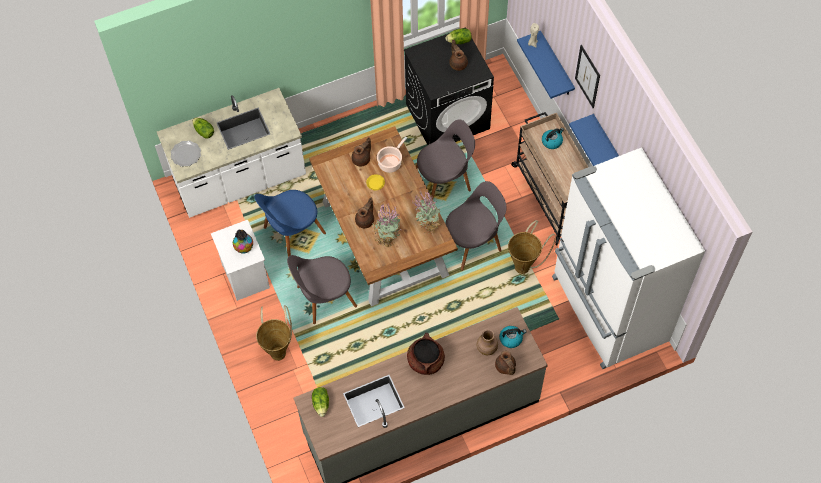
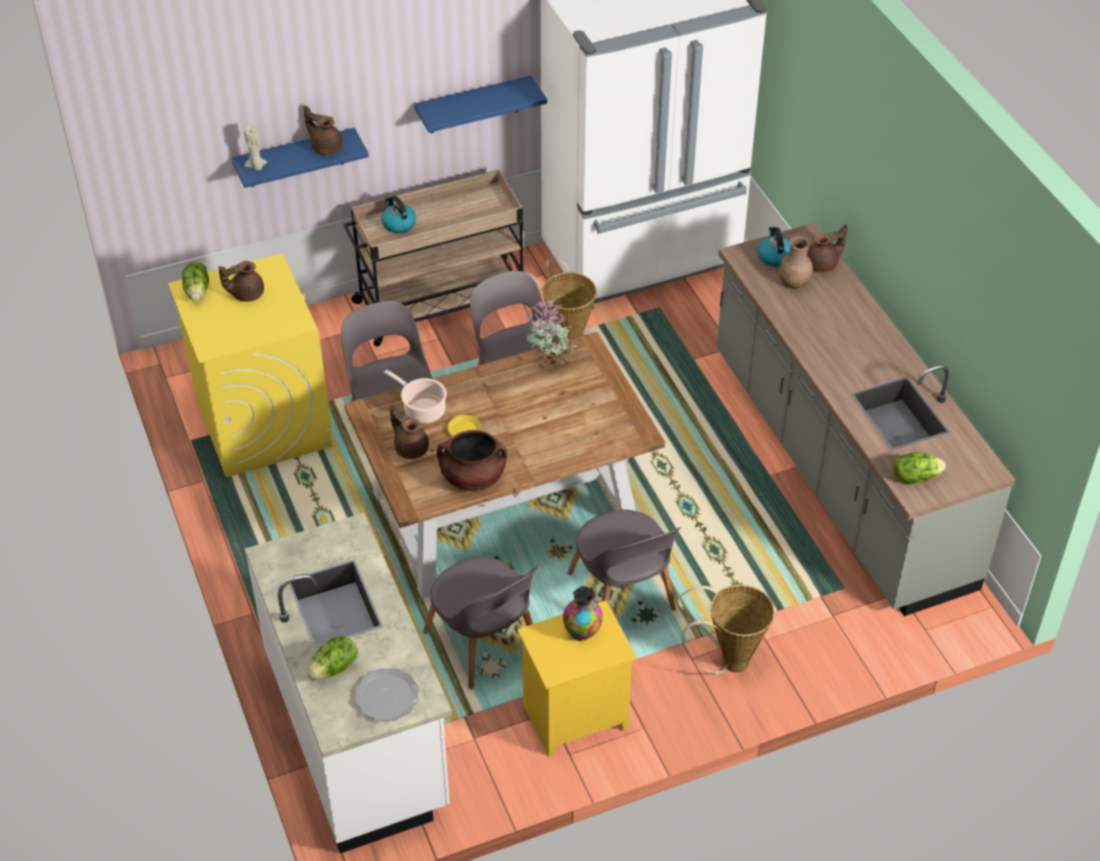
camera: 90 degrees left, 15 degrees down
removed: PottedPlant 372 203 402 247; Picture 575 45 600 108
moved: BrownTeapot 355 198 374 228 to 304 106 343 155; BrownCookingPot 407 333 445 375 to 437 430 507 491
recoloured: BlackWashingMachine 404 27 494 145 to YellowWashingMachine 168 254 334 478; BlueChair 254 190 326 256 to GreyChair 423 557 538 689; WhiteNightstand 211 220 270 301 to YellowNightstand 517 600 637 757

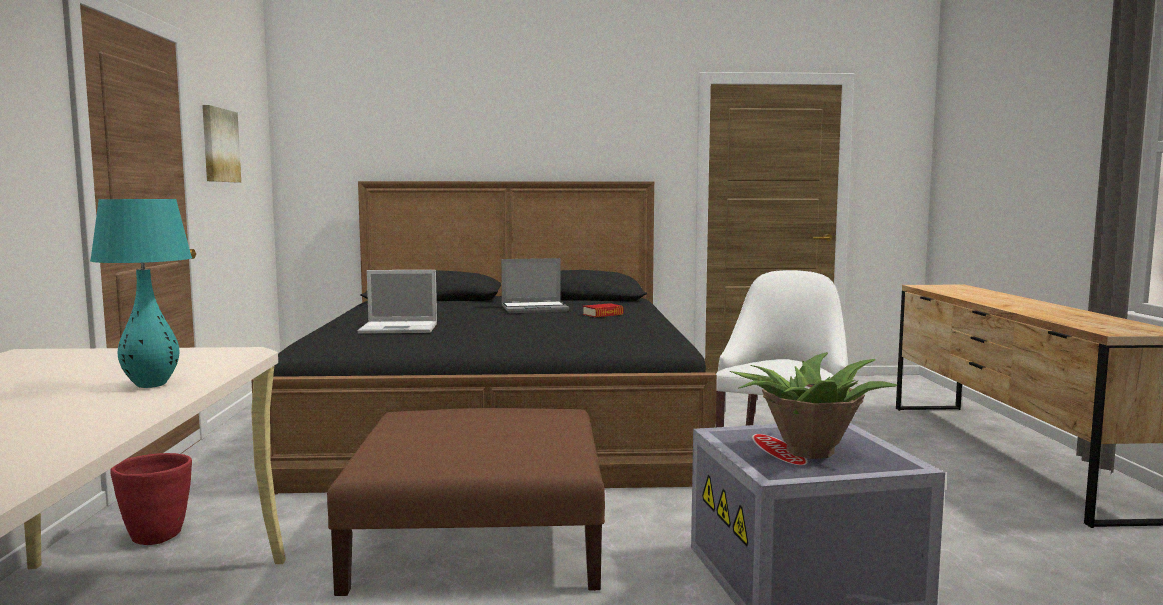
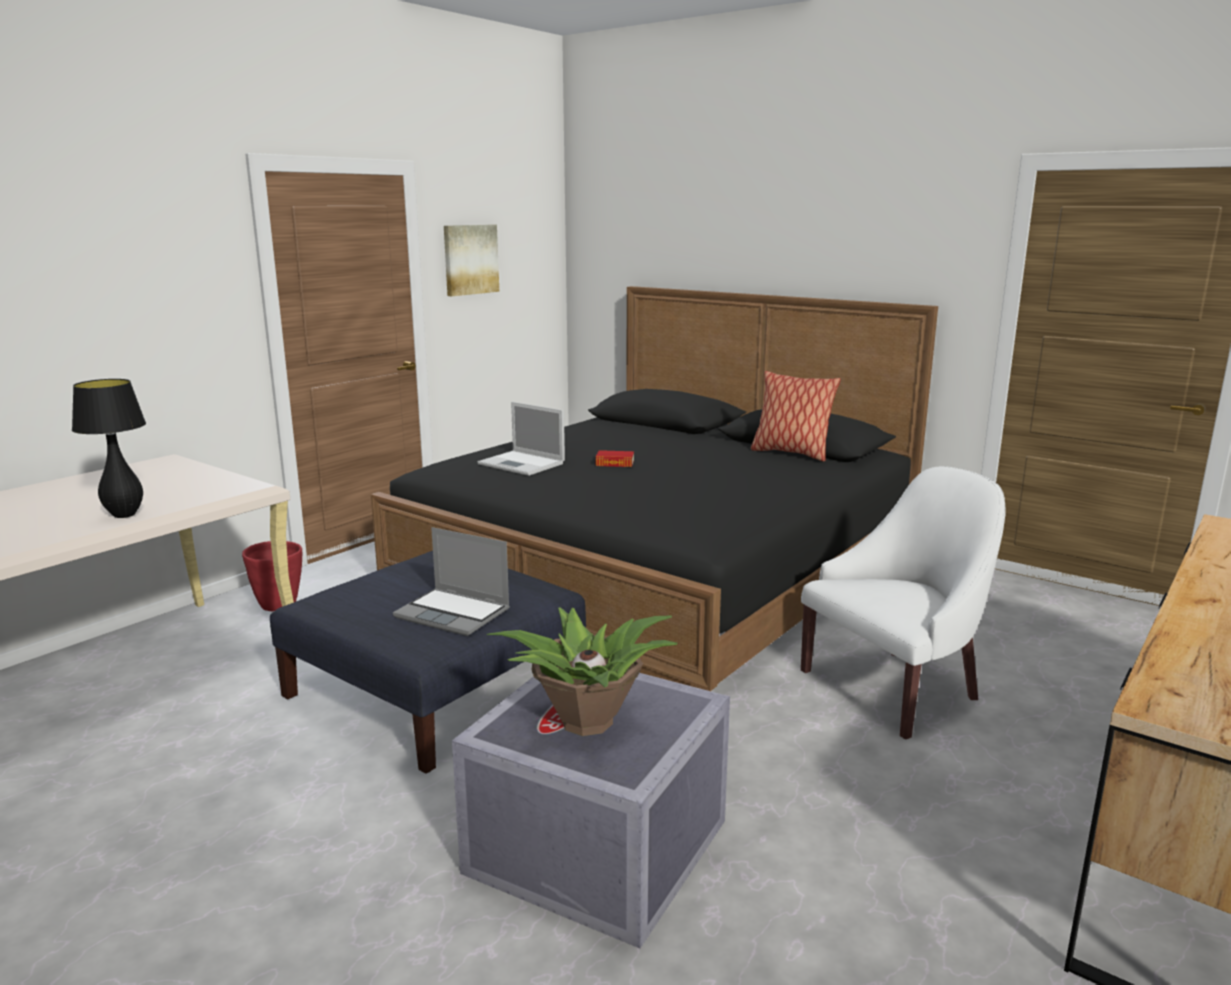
camera: 40 degrees right, 10 degrees up
added: Pillow 751 371 841 462
moved: Laptop 501 258 569 313 to 393 527 510 636; Book 583 303 623 317 to 595 450 634 467
recoloured: TurquoiseTableLamp 90 199 192 388 to BlackTableLamp 72 379 146 518; BrownOttoman 327 408 605 596 to BlueOttoman 270 551 586 774

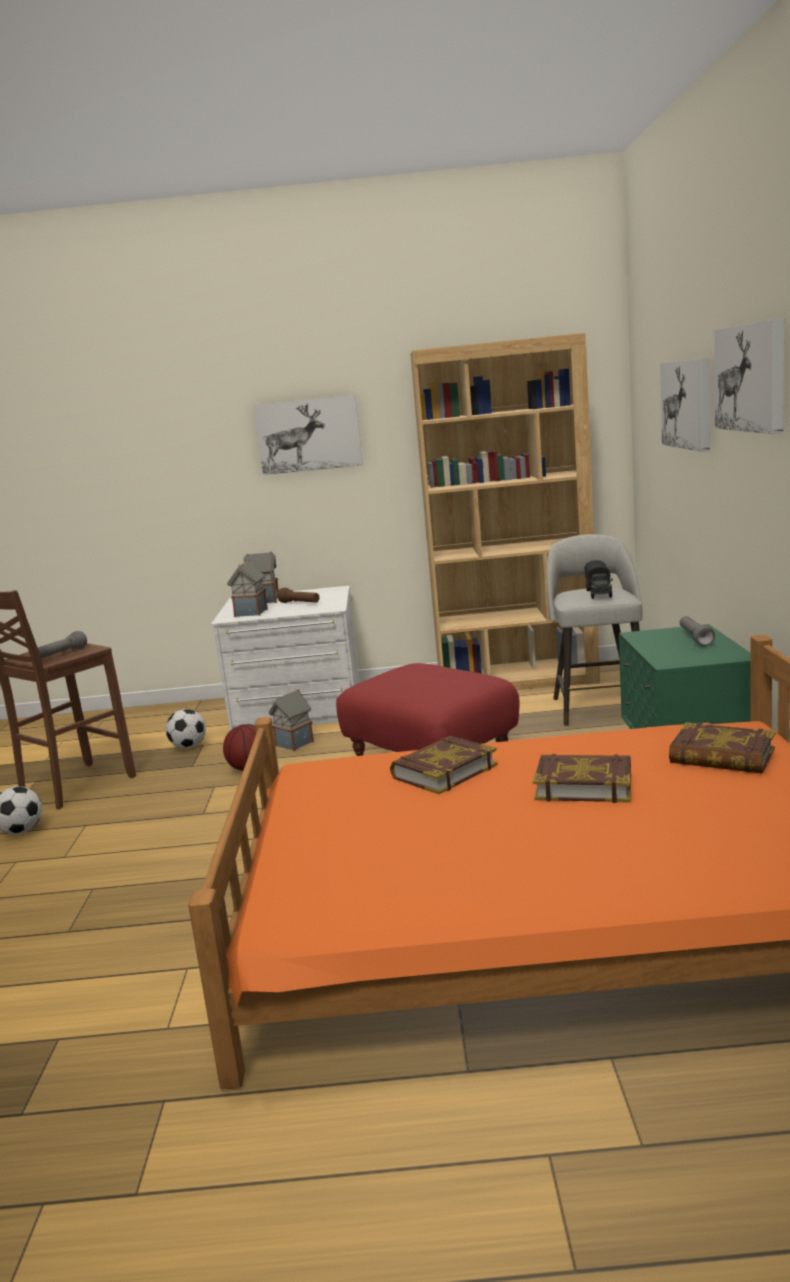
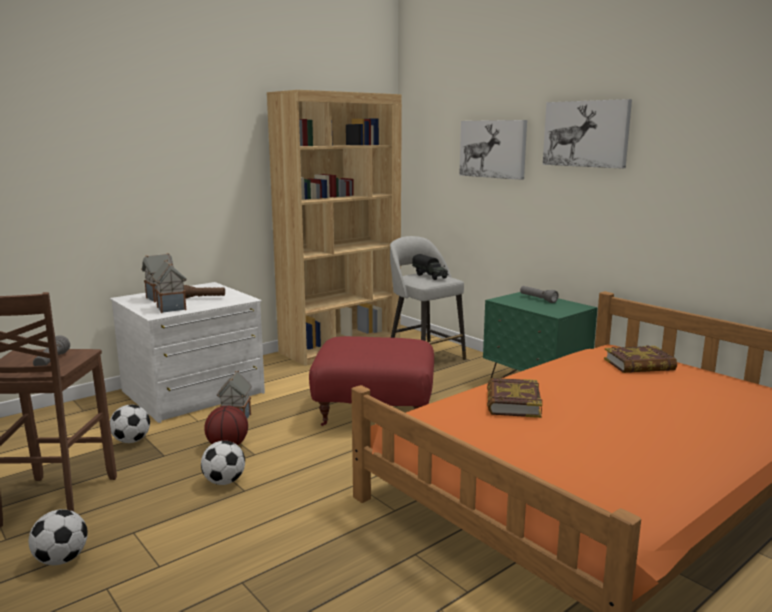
camera: 40 degrees left, 0 degrees up
removed: Picture 254 395 363 475; Book 533 754 631 803
added: Football 201 441 245 485

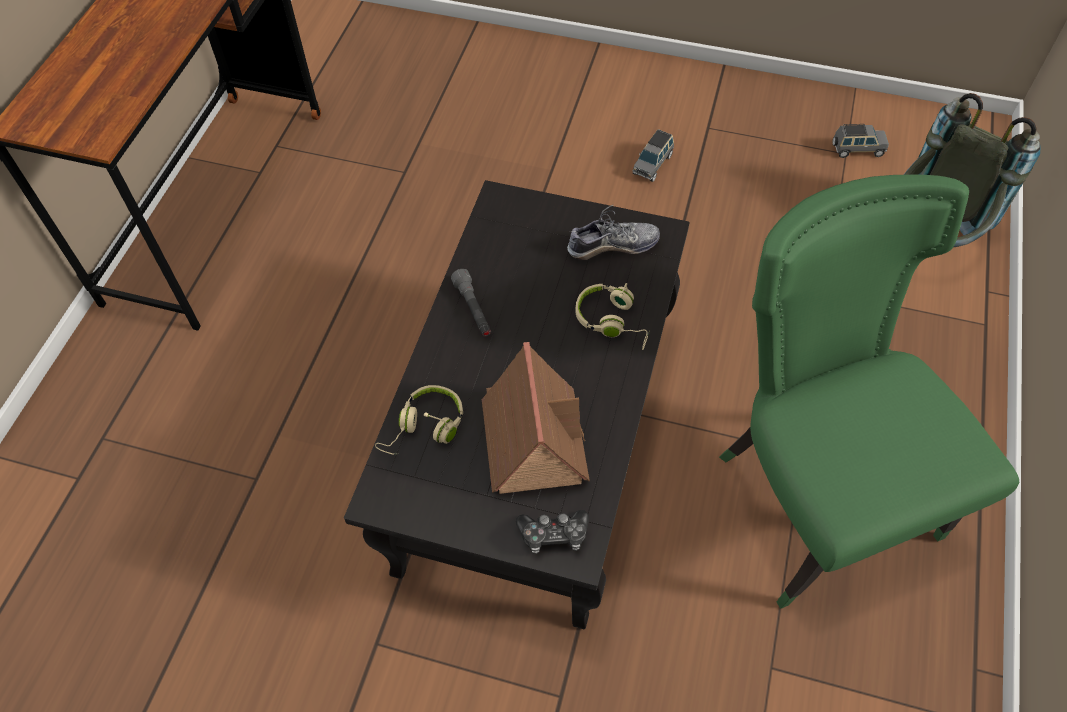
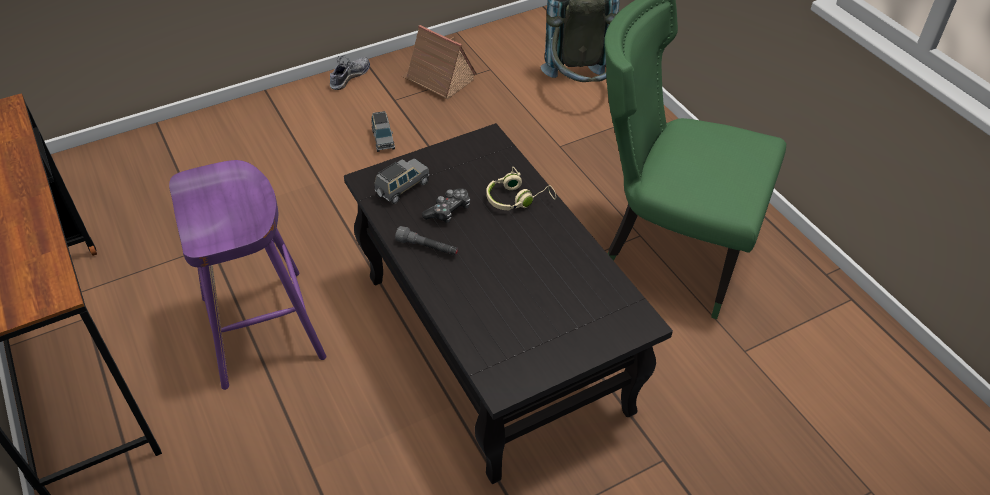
camera: 45 degrees left, 10 degrees down
removed: BeigeHeadphones 375 385 463 455
added: PurpleStool 169 160 326 390
moved: Shoe 567 205 660 260 to 330 56 370 90; GreyToyCar 833 124 889 158 to 375 159 430 204; ToyHouse 482 342 590 494 to 402 25 477 99; GameController 516 510 589 554 to 422 188 470 223

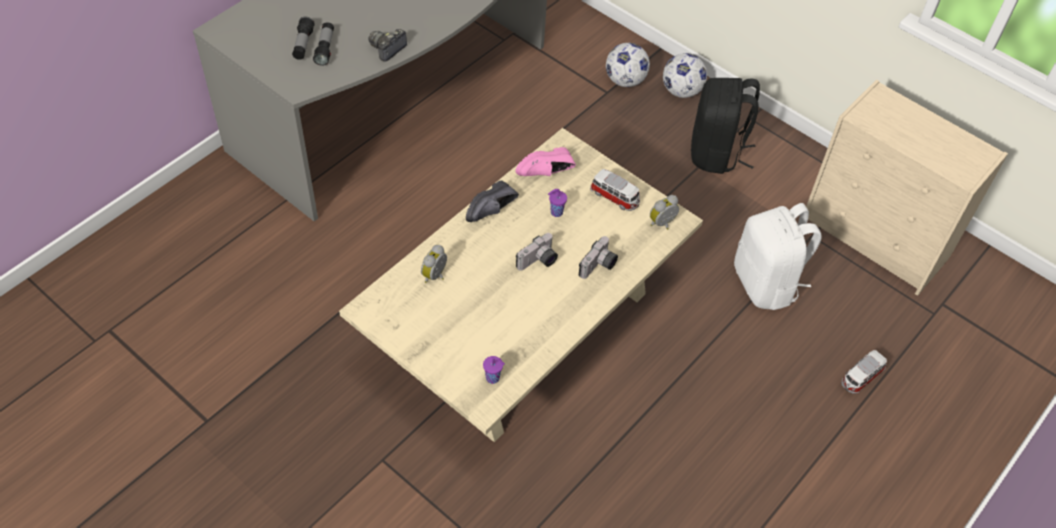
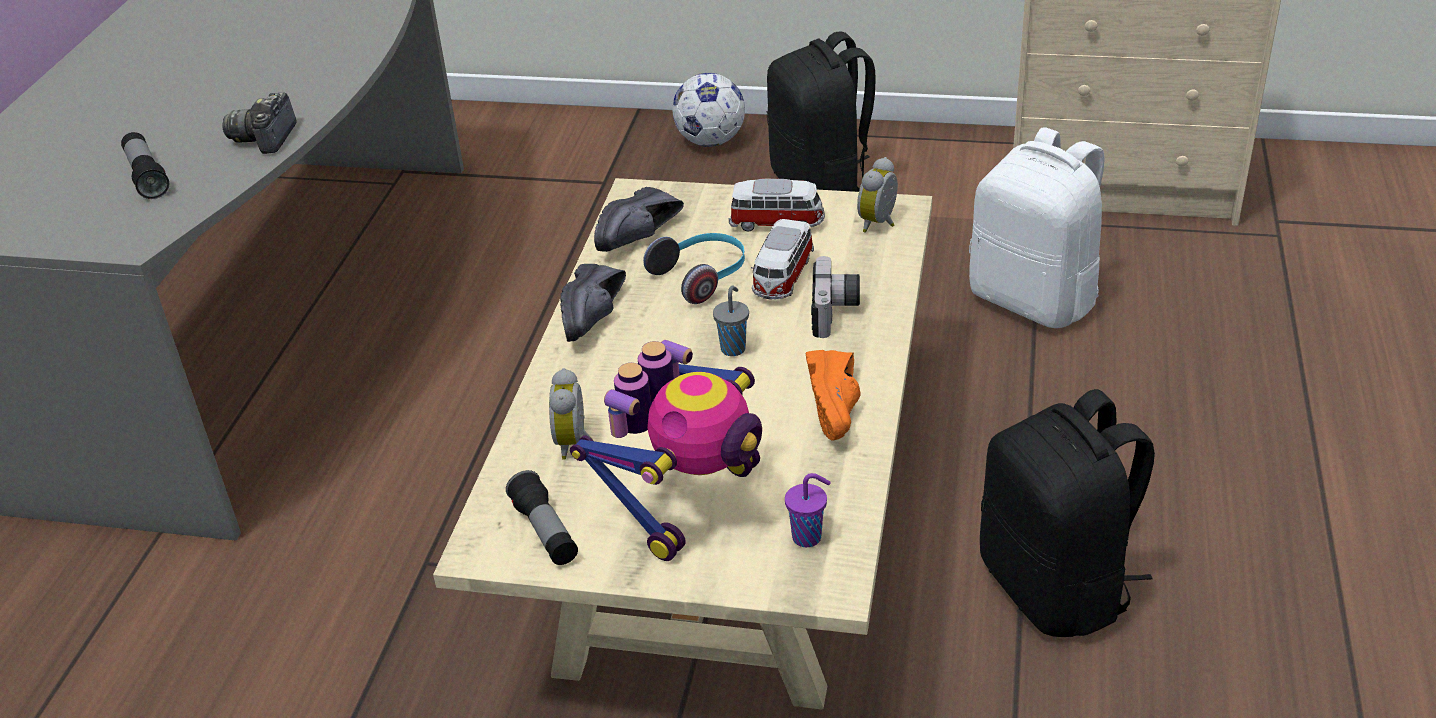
camera: 25 degrees left, 15 degrees down
removed: Football 606 43 650 87
added: ToyRobot 570 340 762 561; OrangeShoe 806 350 860 441; BlackBackpack 980 389 1155 637
moved: Flashlight 292 17 315 60 to 506 470 578 565; ToyCar 841 350 887 394 to 751 219 814 300
replaced: PurpleCup 548 189 567 217 to Headphones 643 233 745 304; PhotoCamera 516 233 558 271 to GreyCup 713 286 749 356
recoloured: PinkShoe 516 147 576 176 to BlackShoe 594 187 684 252

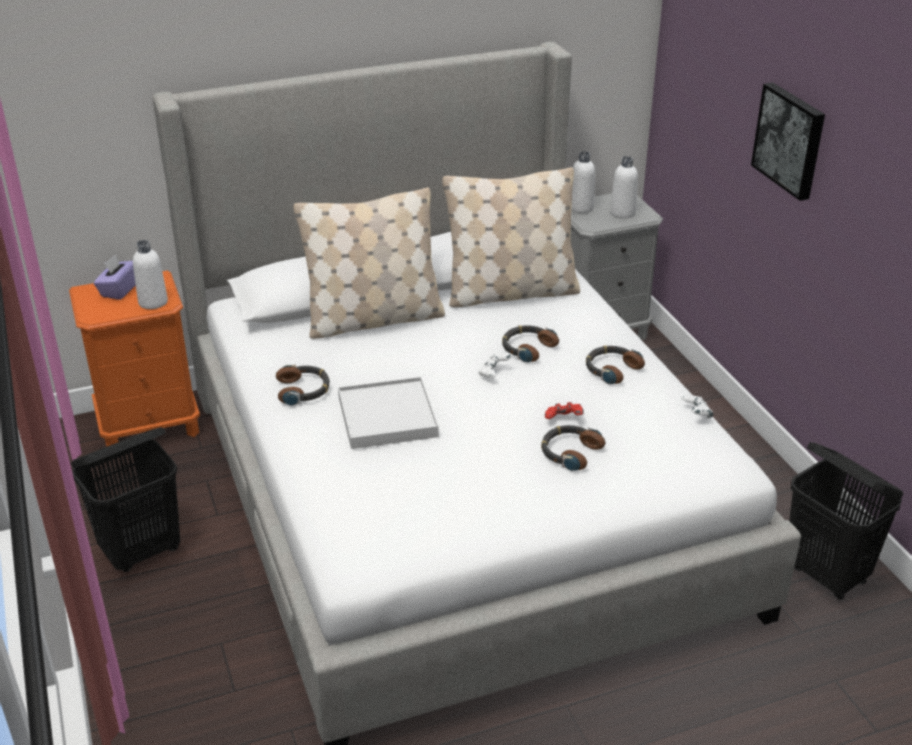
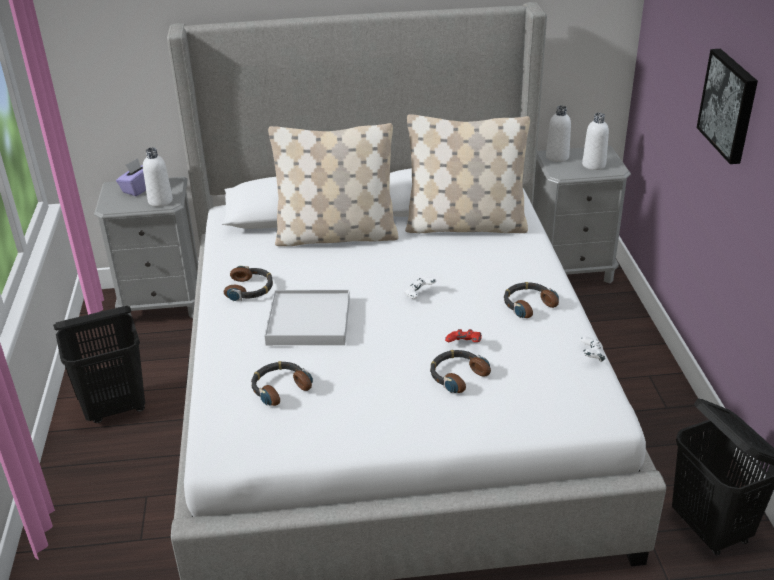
camera: 15 degrees right, 0 degrees up
moved: Headphones 502 325 559 363 to 251 361 313 406
recoloured: OrangeNightstand 69 270 200 447 to GreyNightstand 94 176 198 318

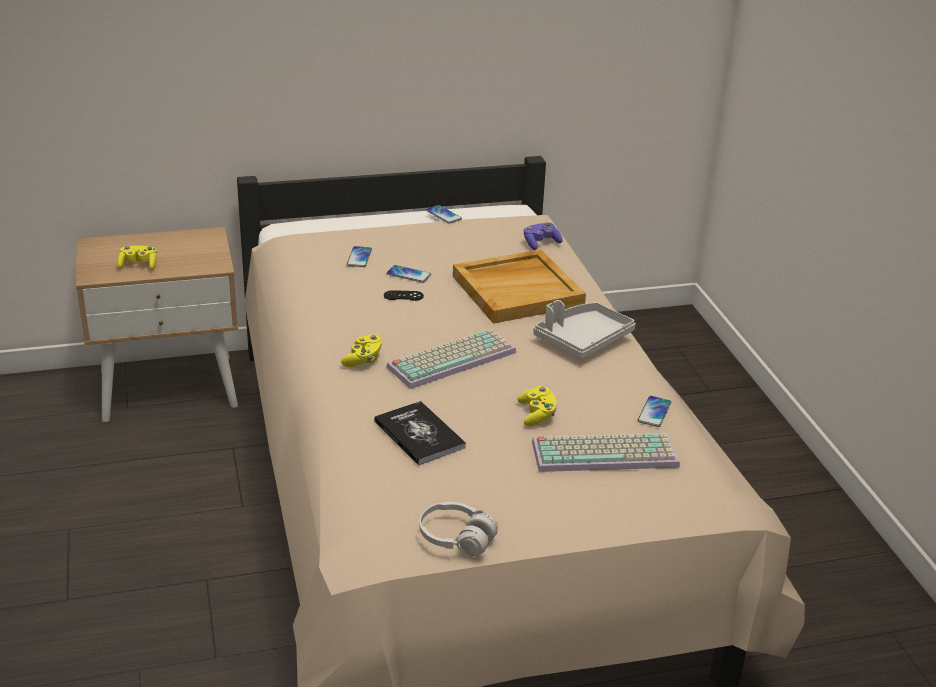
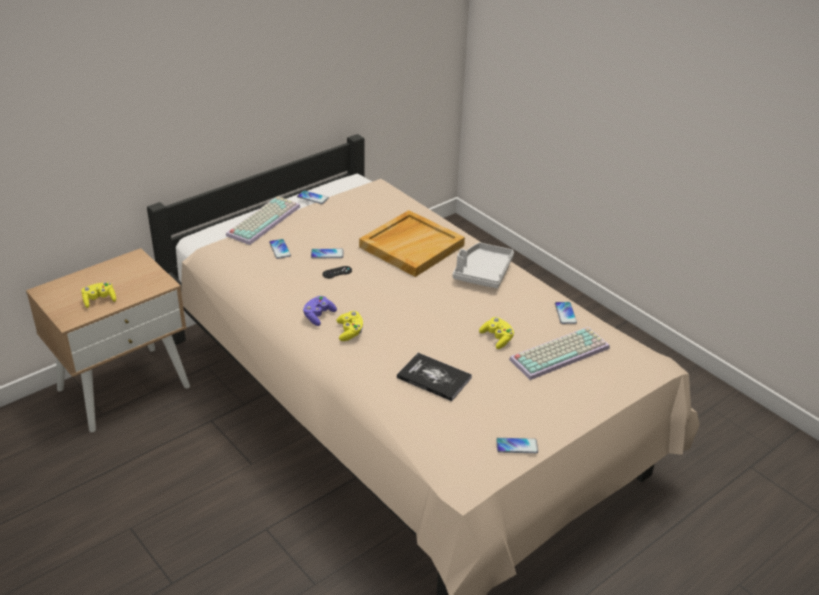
camera: 25 degrees left, 5 degrees up
moved: Keyboard 386 329 516 389 to 226 196 300 245; PurpleGameController 524 223 563 250 to 303 296 337 326
replaced: WhiteHeadphones 419 502 498 556 to Phone 496 438 538 453

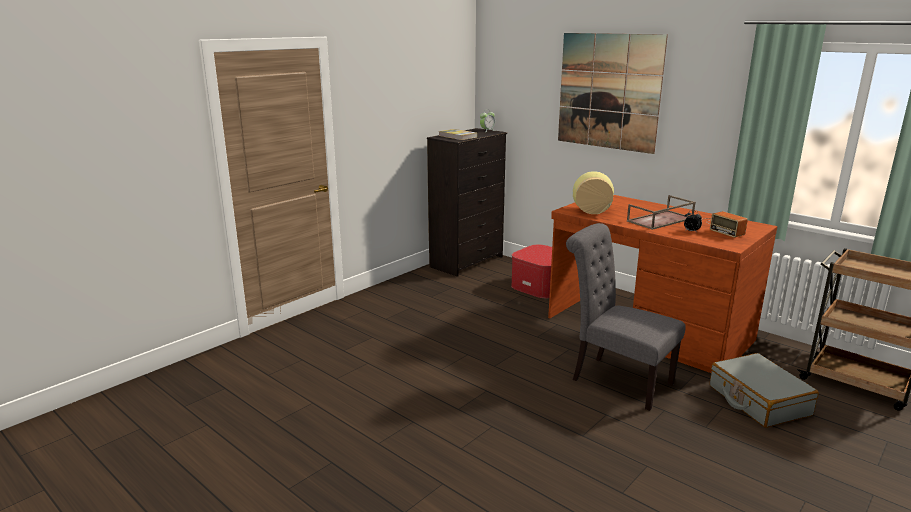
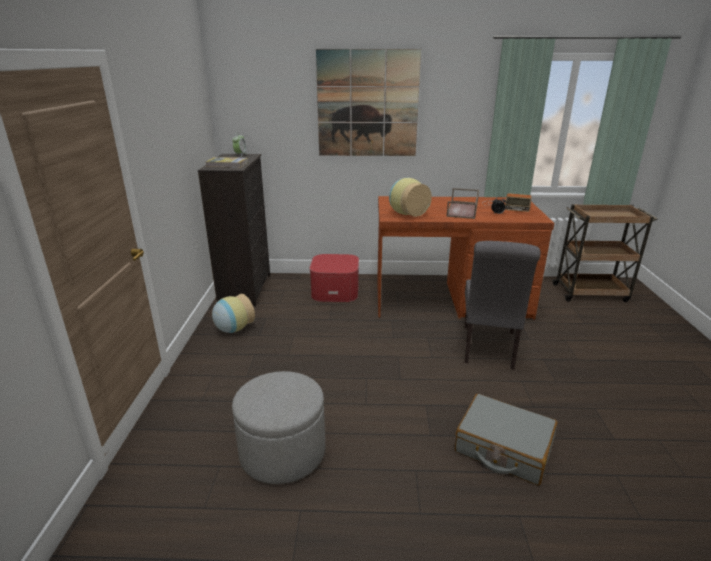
camera: 40 degrees left, 5 degrees up
added: Vase 212 294 255 333; GreyOttoman 232 371 325 484
moved: GreySuitcase 710 353 819 428 to 455 394 558 485
turned: GreyChair 566 223 686 411 = 464 241 541 370 75 degrees counterclockwise

